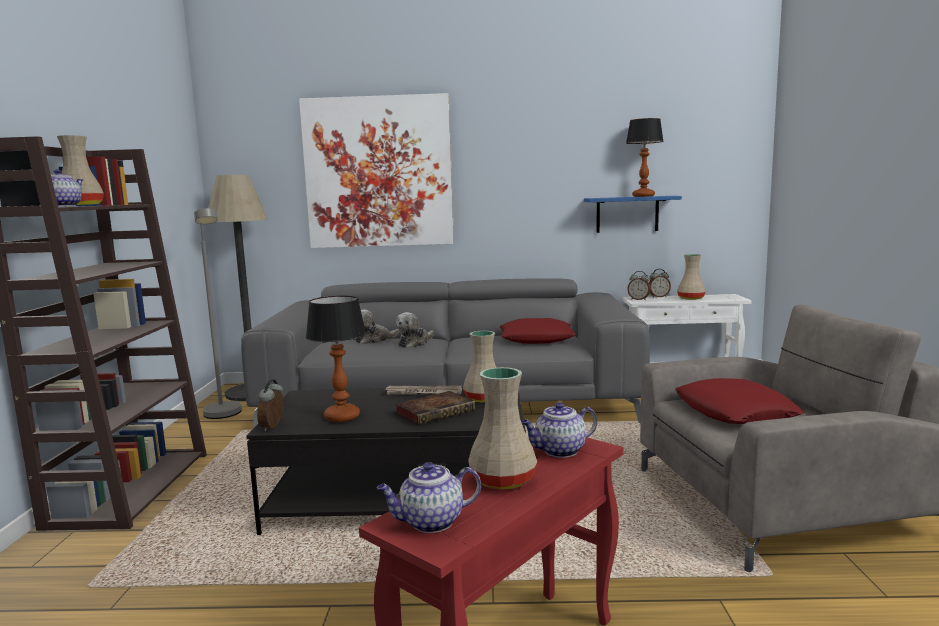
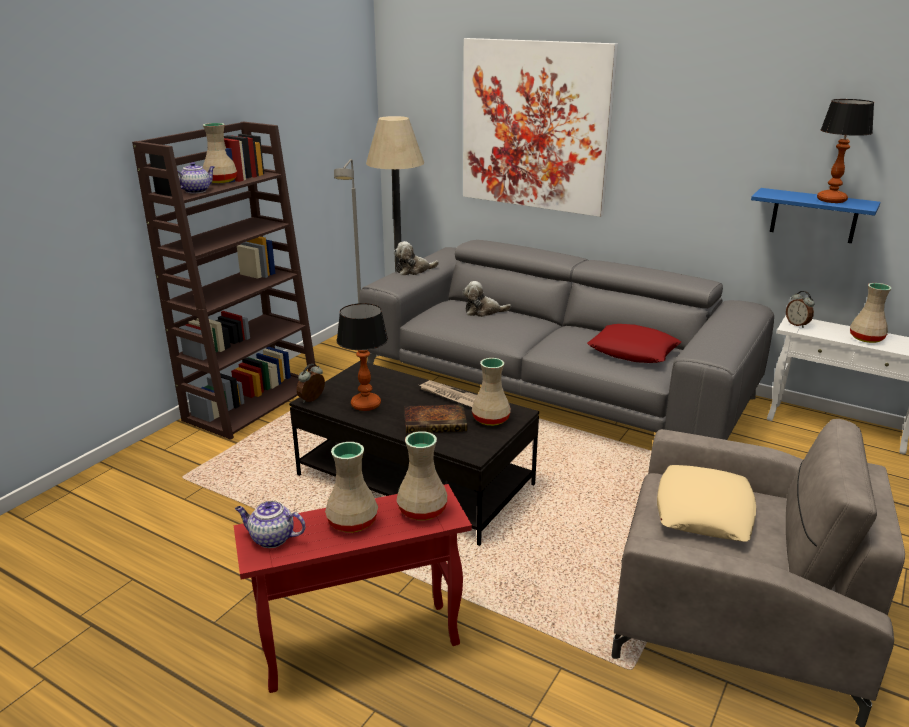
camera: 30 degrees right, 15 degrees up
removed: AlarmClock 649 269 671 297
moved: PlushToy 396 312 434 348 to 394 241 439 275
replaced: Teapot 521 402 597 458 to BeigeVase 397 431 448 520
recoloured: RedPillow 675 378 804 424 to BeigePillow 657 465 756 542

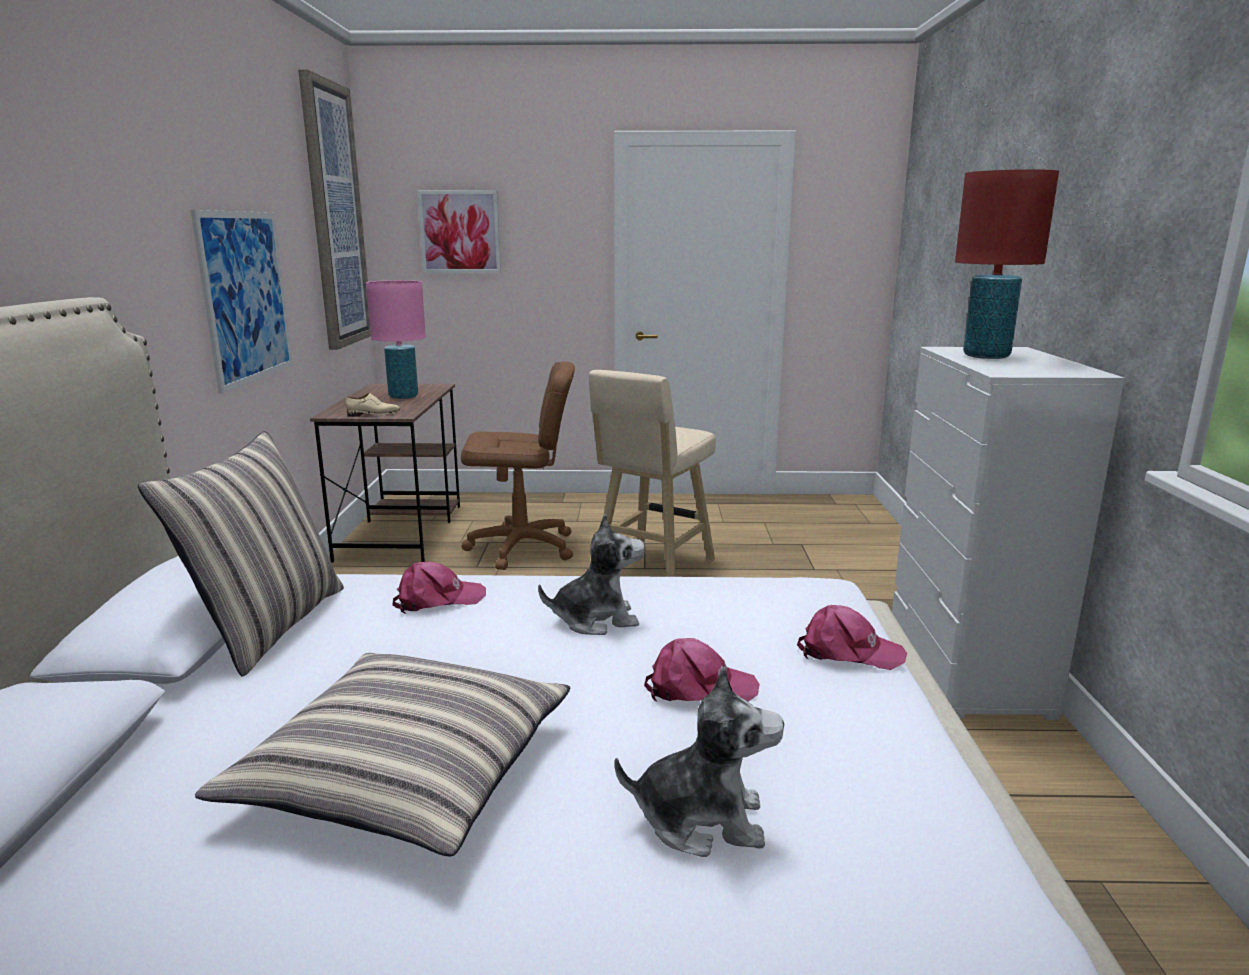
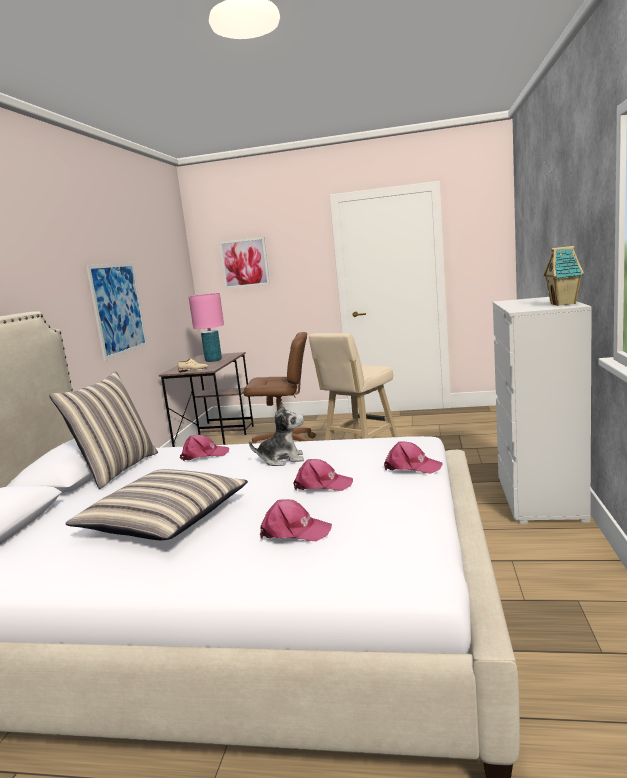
camera: 10 degrees right, 5 degrees down
removed: Picture 298 69 371 350; RedTableLamp 955 169 1059 359
added: ToyHouse 543 246 584 306
replaced: PlushToy 614 666 784 857 to PinkCap 260 500 332 541

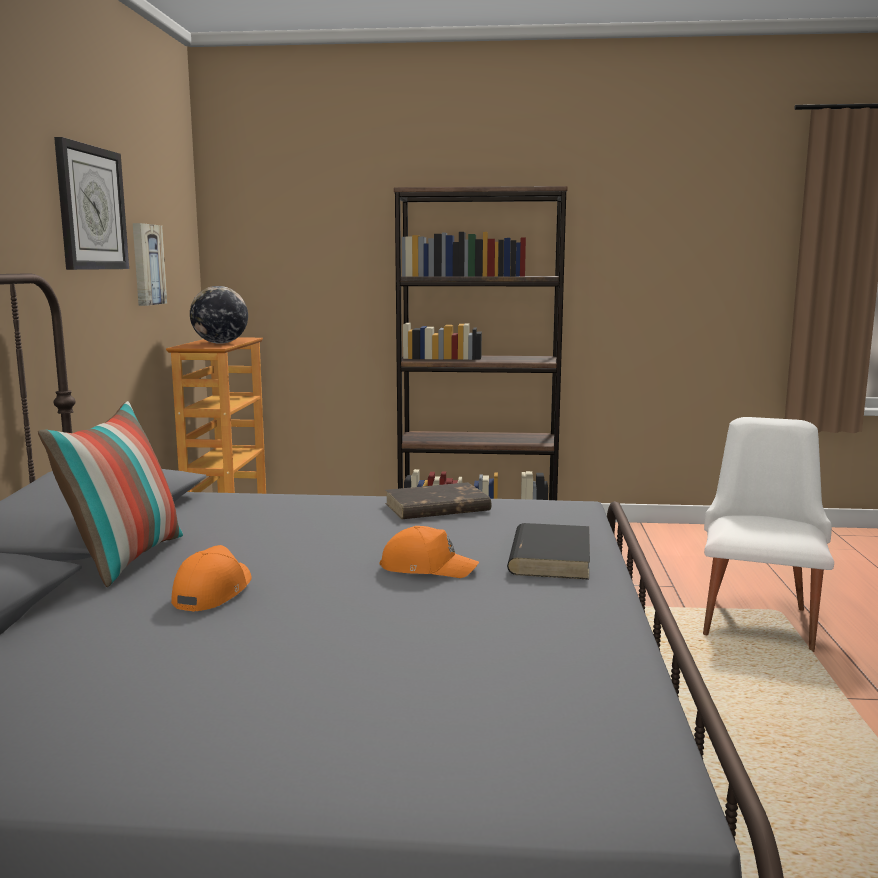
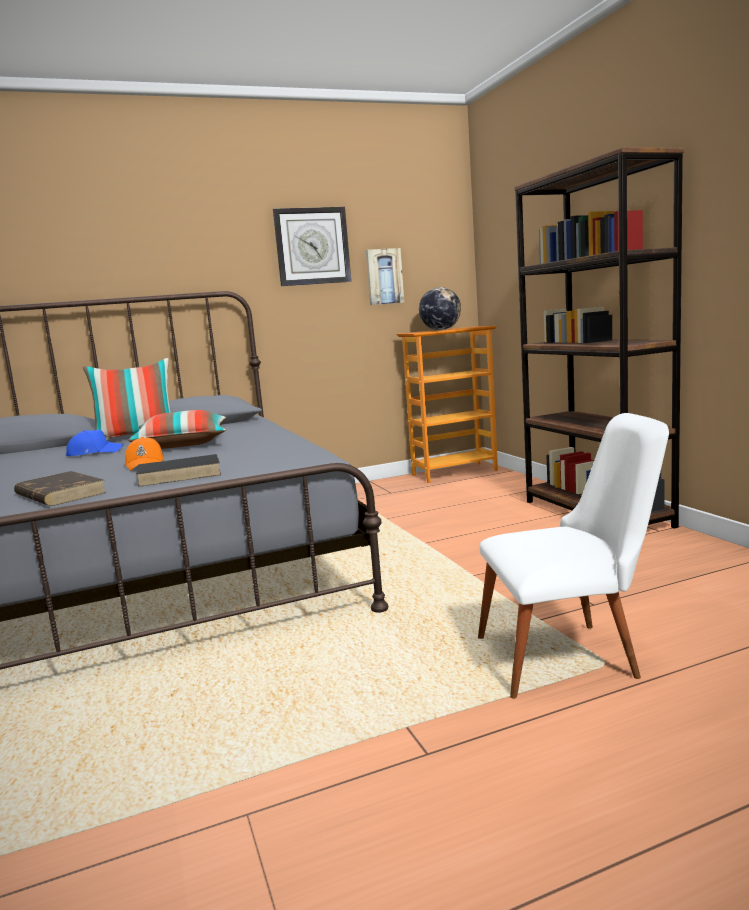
camera: 65 degrees right, 0 degrees up
added: Pillow 128 410 226 449
moved: BrownBook 385 482 491 519 to 14 471 107 506
recoloured: OrangeCap 171 545 252 612 to BlueCap 66 430 124 456

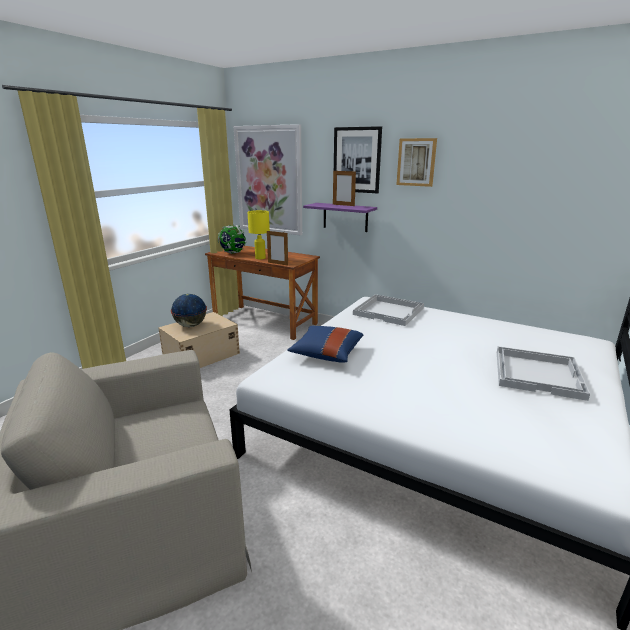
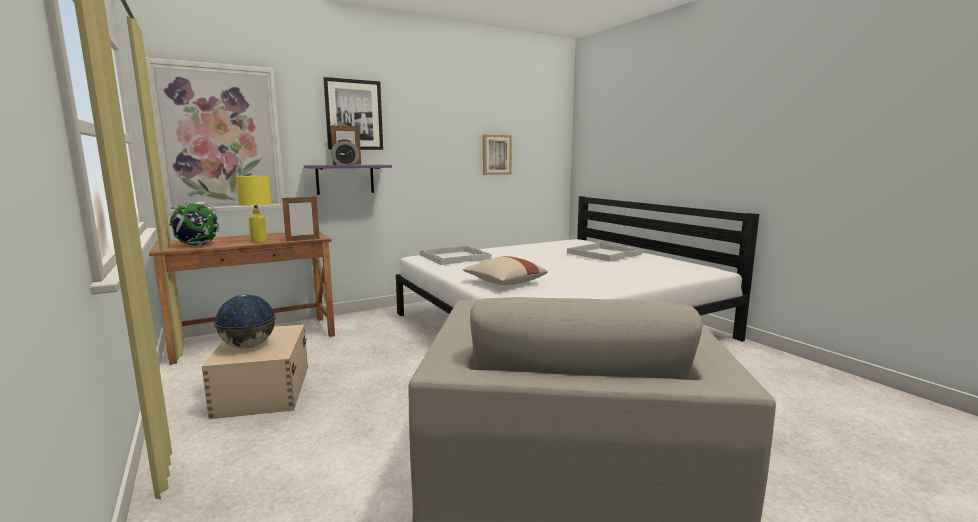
camera: 60 degrees left, 10 degrees down
added: AlarmClock 331 140 359 165
moved: Picture 396 138 437 187 to 483 135 512 175
recoloured: BluePillow 287 326 363 362 to BeigePillow 463 256 548 285

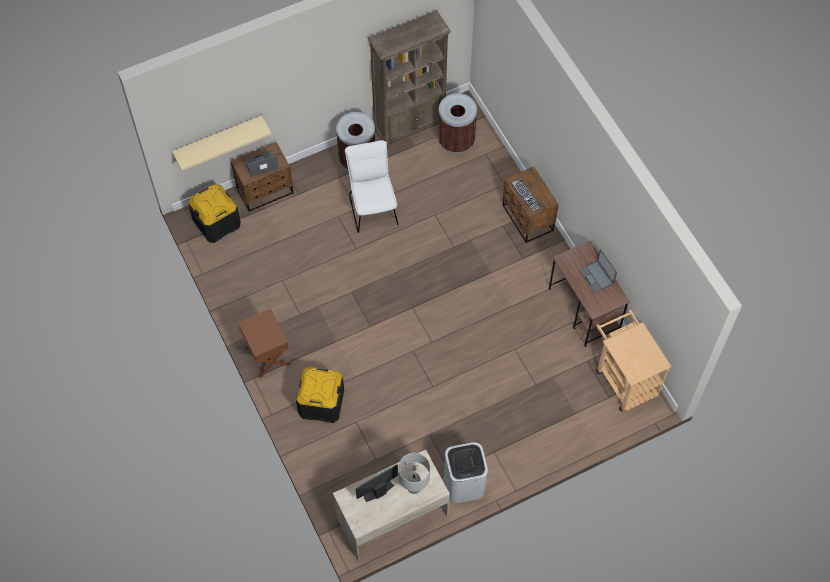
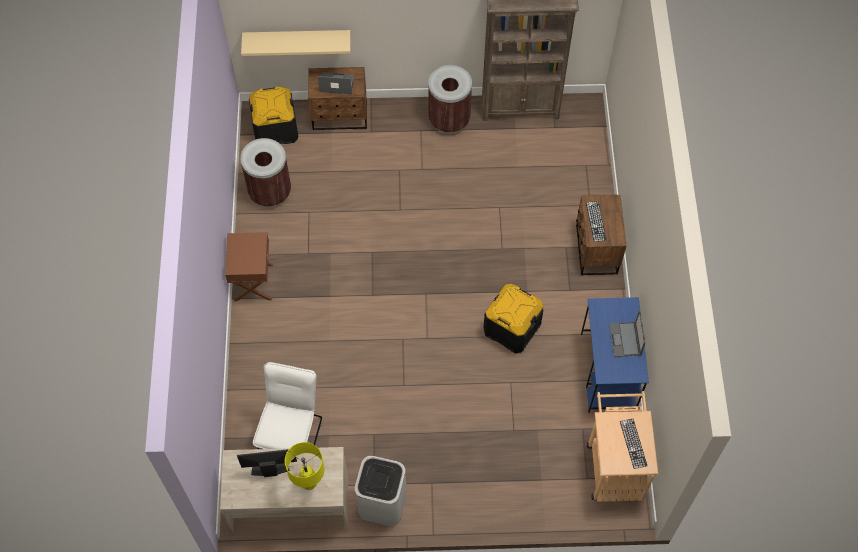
camera: 25 degrees right, 0 degrees up
added: Keyboard 620 419 647 469
moved: BrownTrashCan 438 93 477 154 to 240 138 291 207; WhiteChair 345 140 399 233 to 253 362 322 449; BlackStorageBox 296 367 344 423 to 484 284 543 353
recoloured: GreyTableLamp 398 453 430 494 to YellowTableLamp 285 442 324 490; BrownDesk 549 241 630 347 to BlueDesk 581 297 649 413

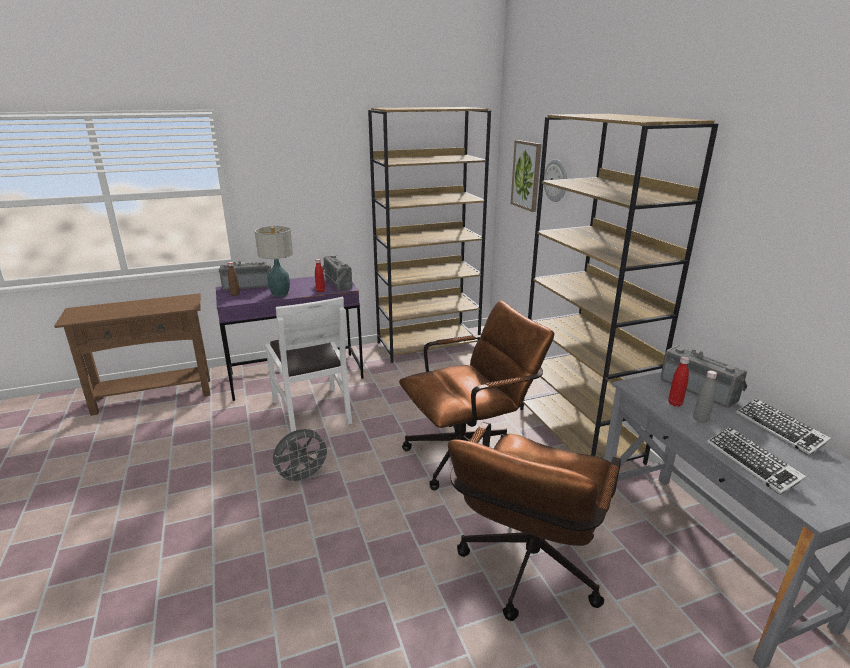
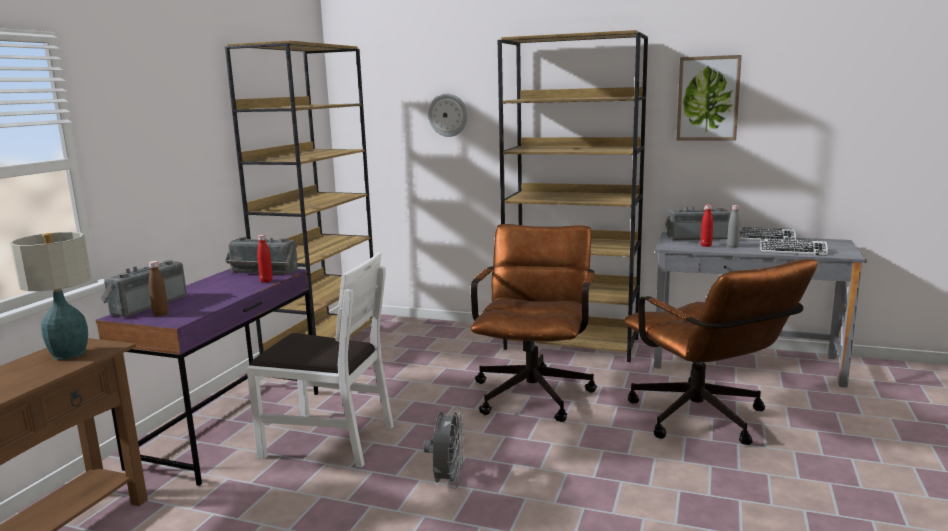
camera: 50 degrees left, 10 degrees down
moved: TableLamp 255 226 293 297 to 10 232 92 360; Picture 511 140 541 212 to 677 55 742 141

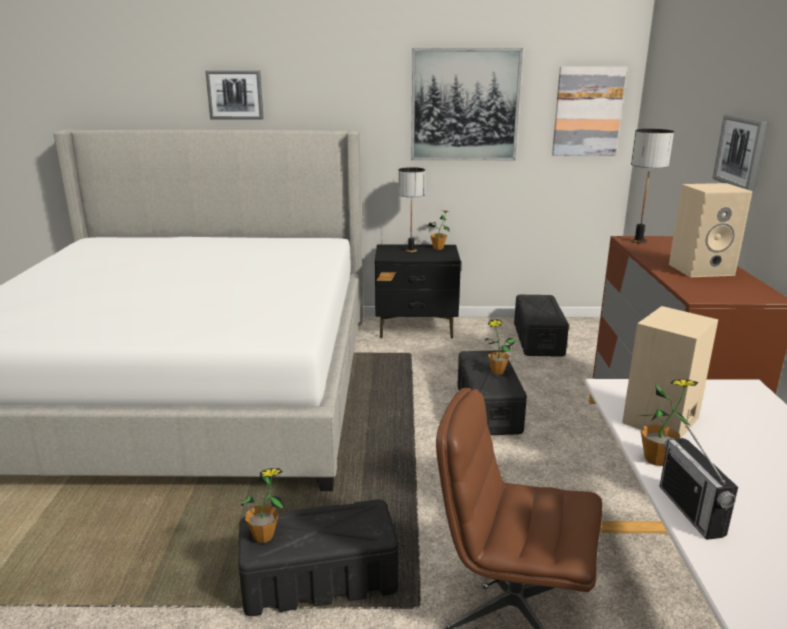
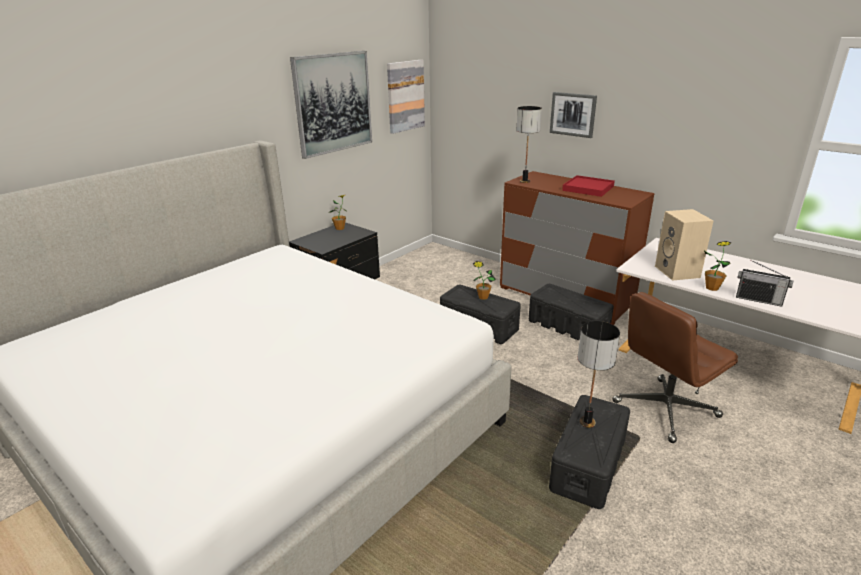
camera: 50 degrees left, 5 degrees up
removed: Picture 205 71 264 120; PottedPlant 238 468 284 543
moved: BlackStorageBox 514 295 569 357 to 529 284 614 340; TableLamp 398 167 425 253 to 578 321 620 428
replaced: BeigeSpeaker 669 183 752 277 to RedTray 562 175 615 197

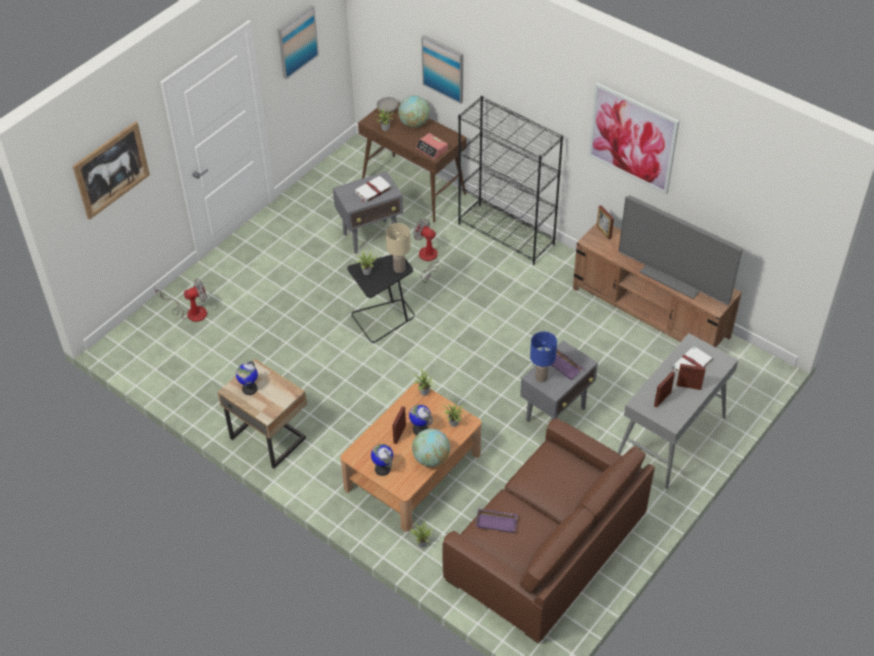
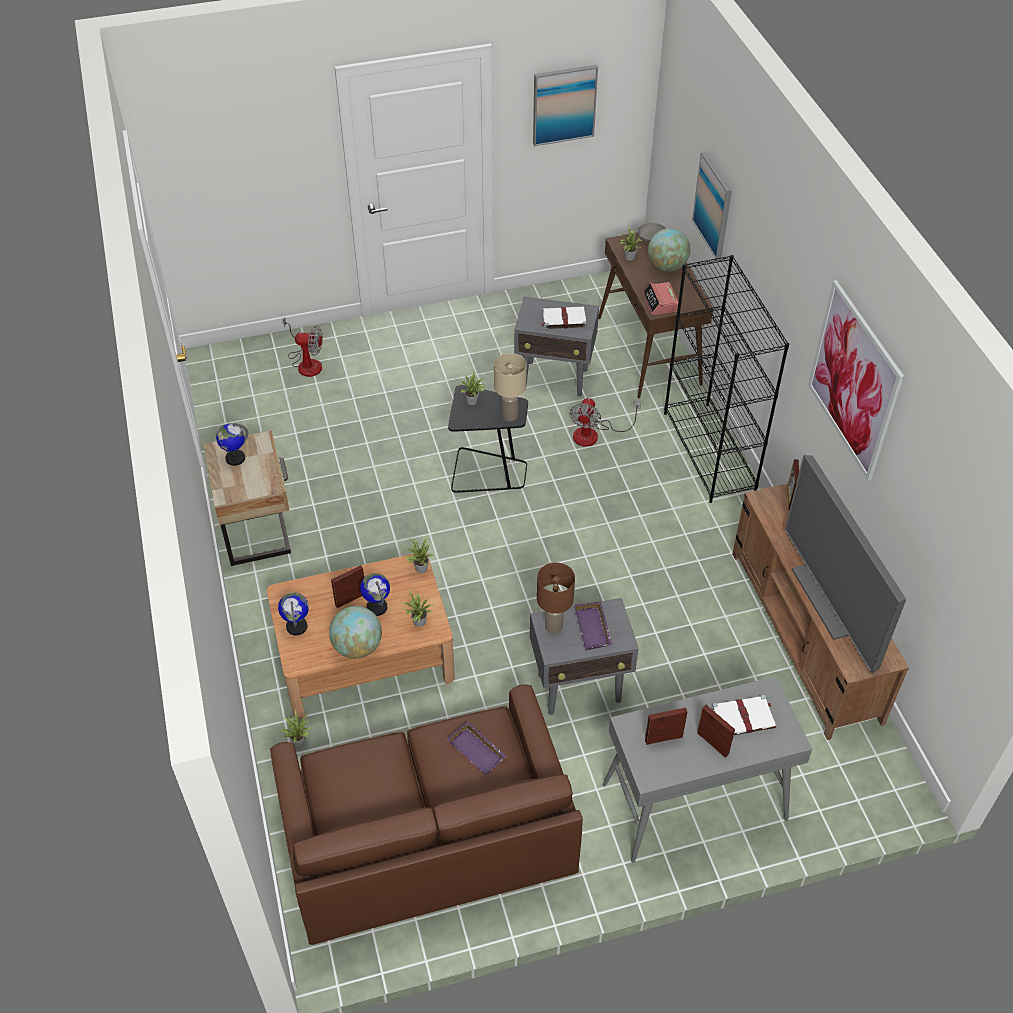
camera: 35 degrees right, 0 degrees up
removed: Picture 73 121 150 220
moved: PurpleTray 475 509 518 533 to 447 721 507 775
recoloured: BlueTableLamp 530 331 557 383 to BrownTableLamp 537 562 575 634
turned: Fan 413 219 439 283 = 569 398 641 447 150 degrees counterclockwise

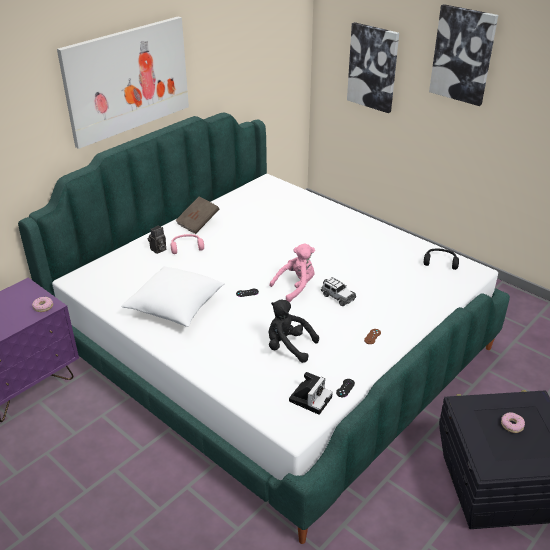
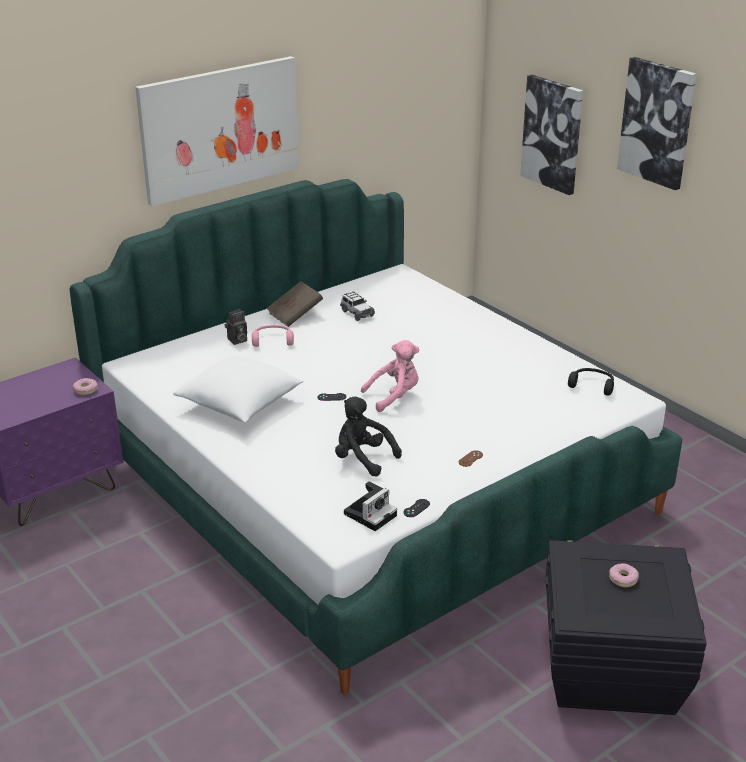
camera: 10 degrees right, 5 degrees down
moved: ToyCar 321 277 356 306 to 340 291 375 321

